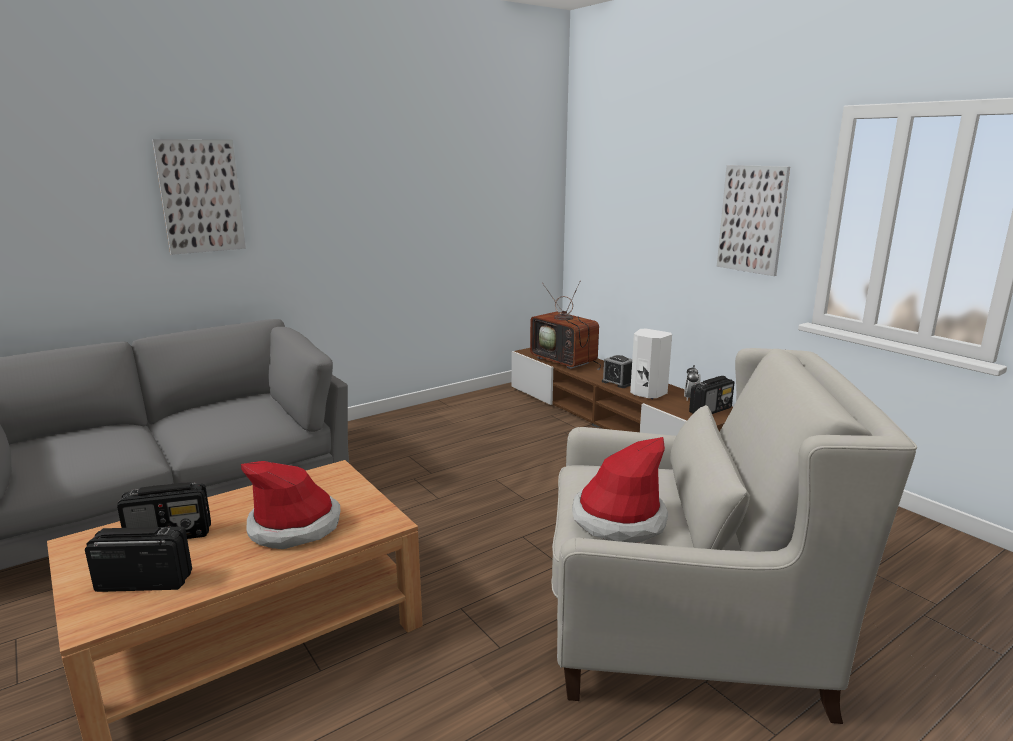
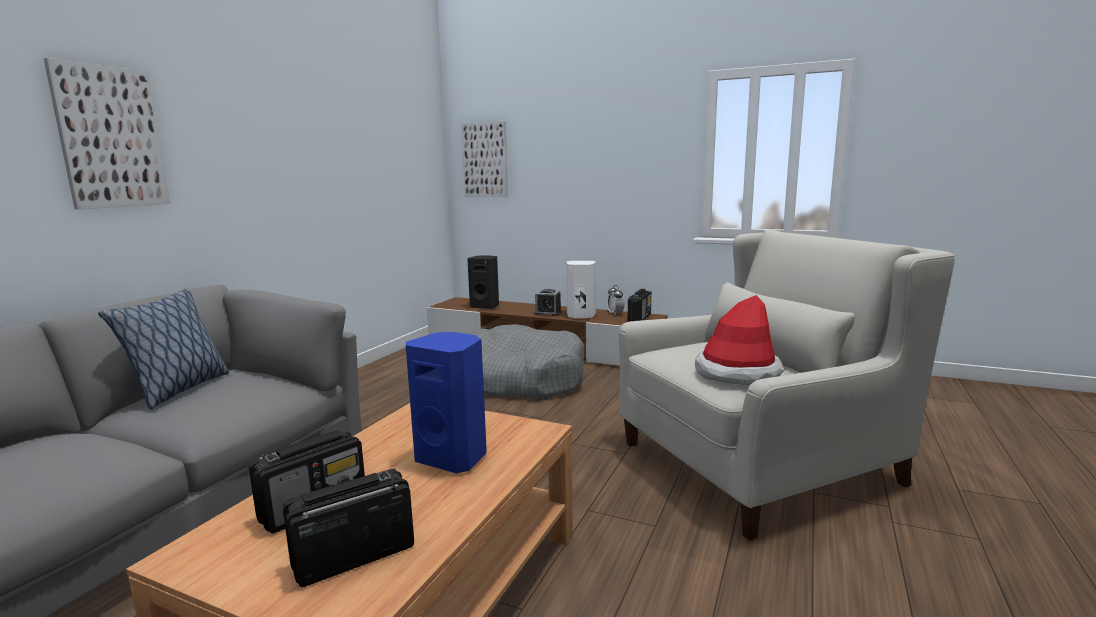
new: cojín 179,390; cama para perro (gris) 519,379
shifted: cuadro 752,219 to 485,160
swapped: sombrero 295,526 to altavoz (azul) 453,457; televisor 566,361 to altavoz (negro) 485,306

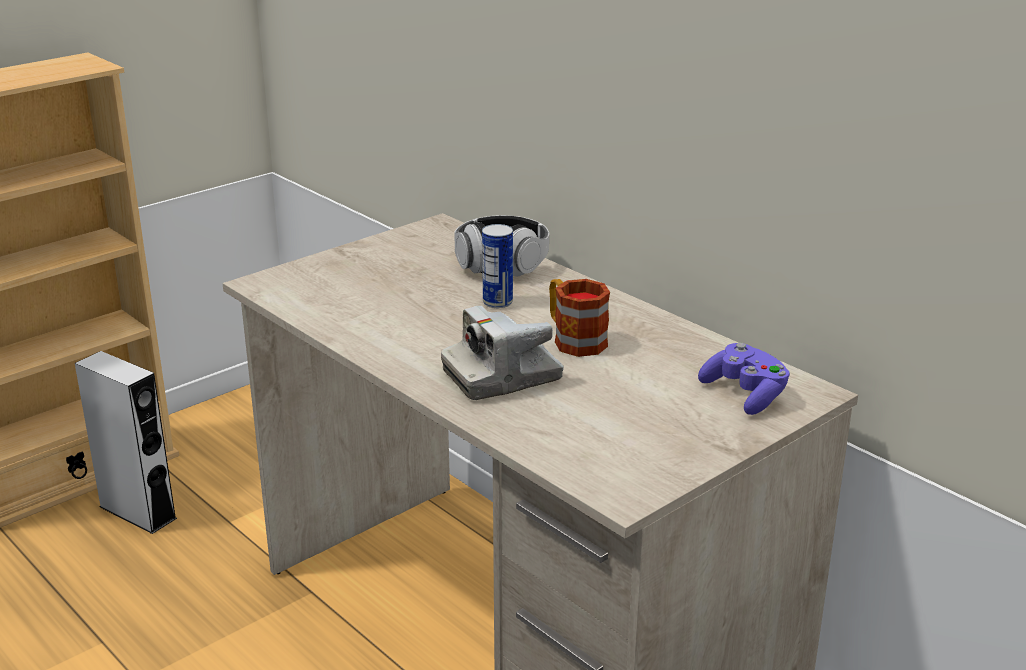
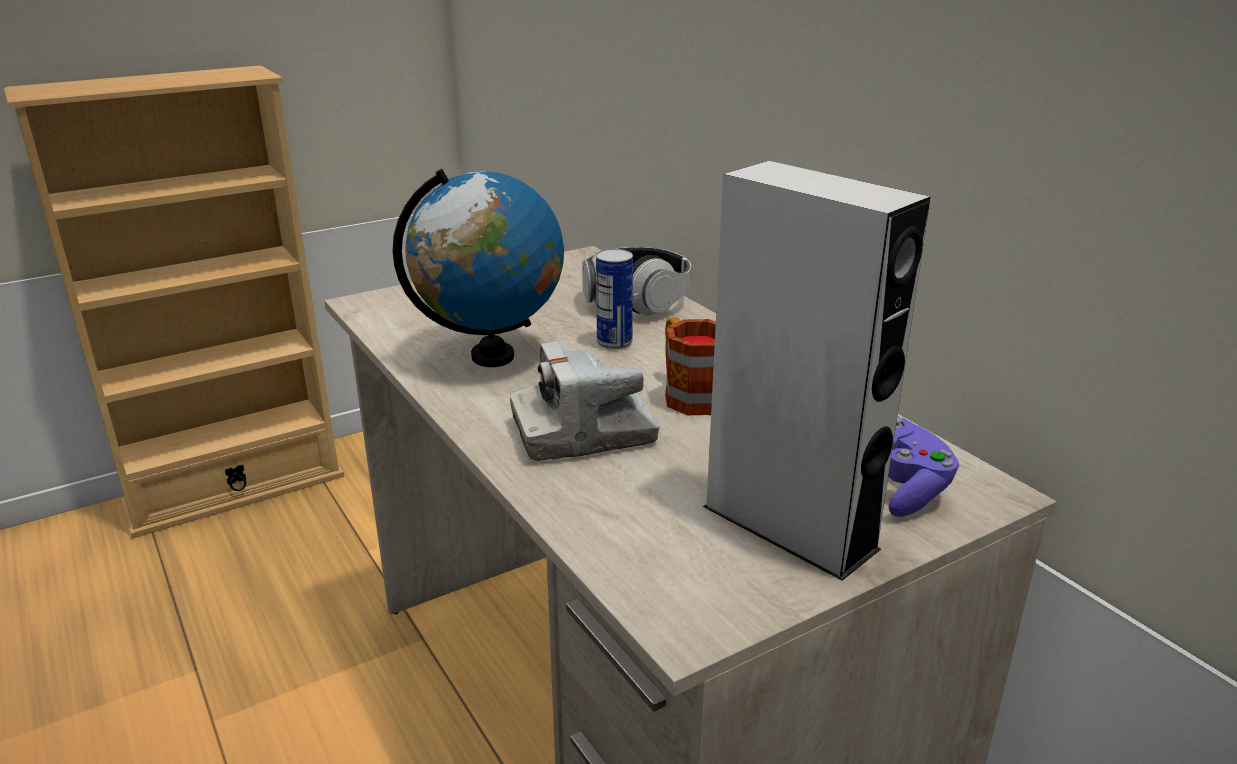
new: globo terráqueo 492,356
shifted: altavoz (gris) 138,512 to 789,527

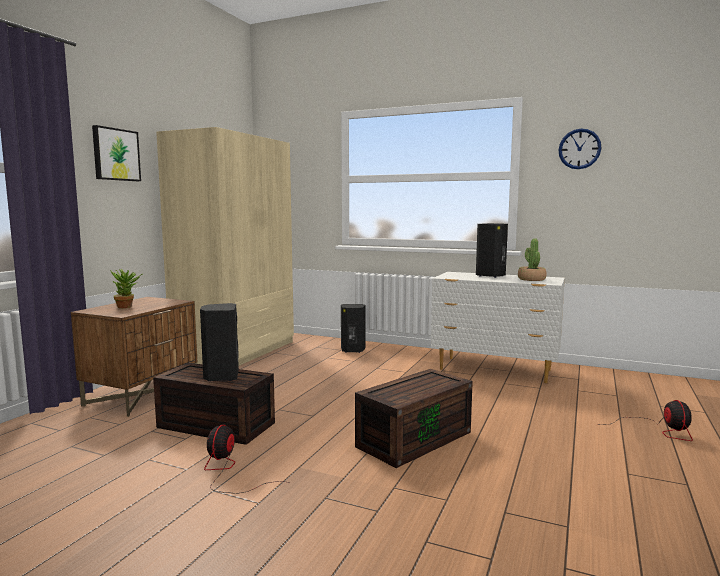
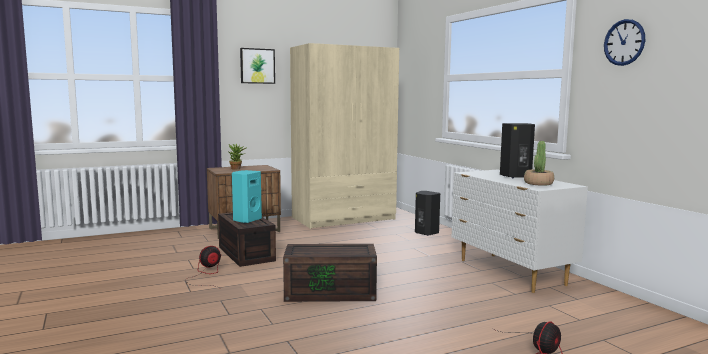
repainted: altavoz (negro) 221,376 to altavoz (turquesa) 246,220

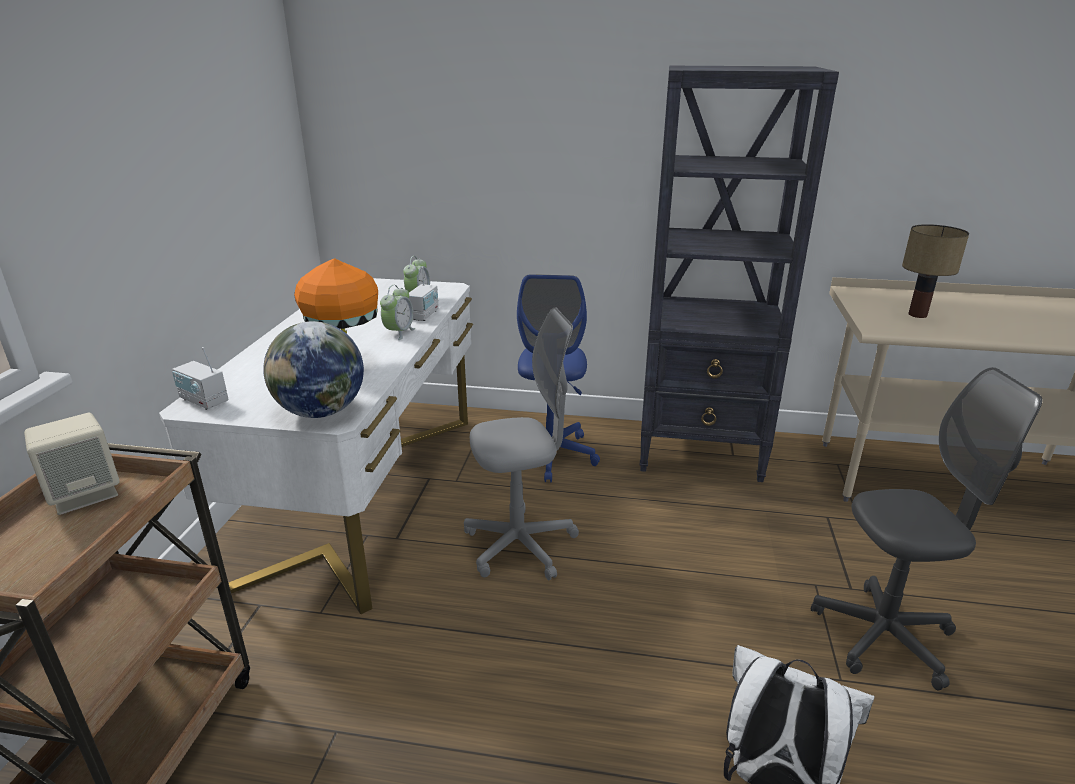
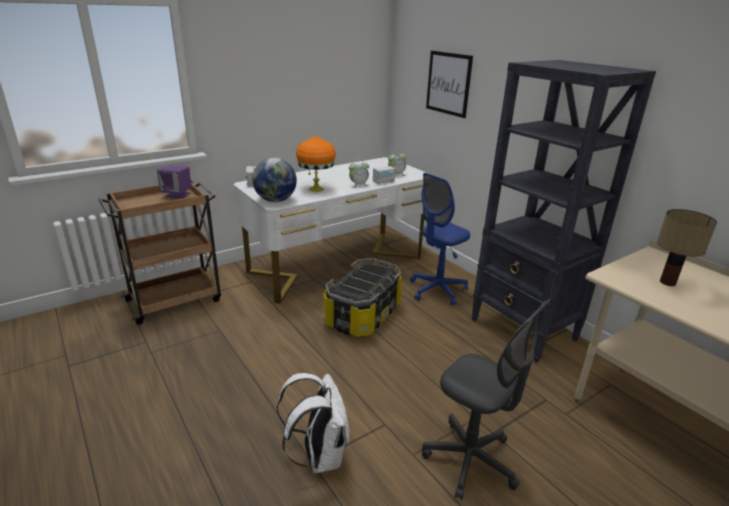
new: cuadro 448,83
swapped: silla de oficina (gris) 520,545 to caja de almacenaje 363,315
repainted: altavoz (beis) 85,494 to altavoz (morado) 177,195

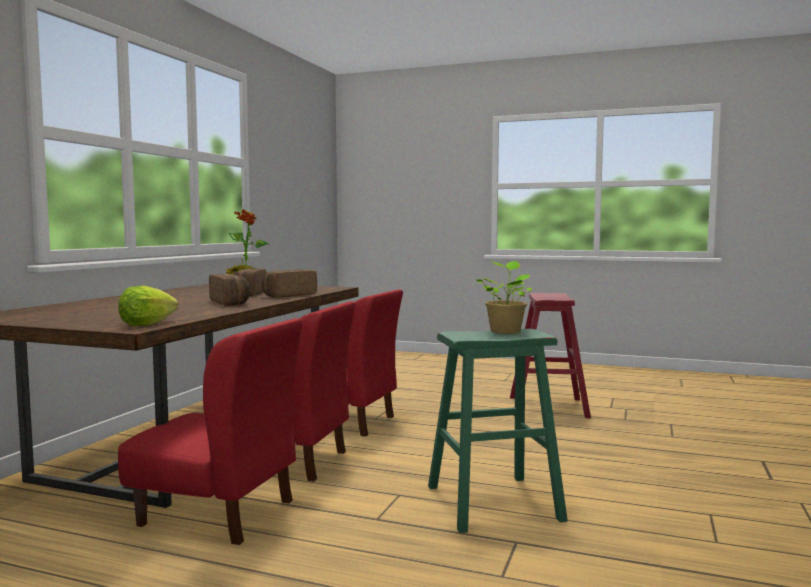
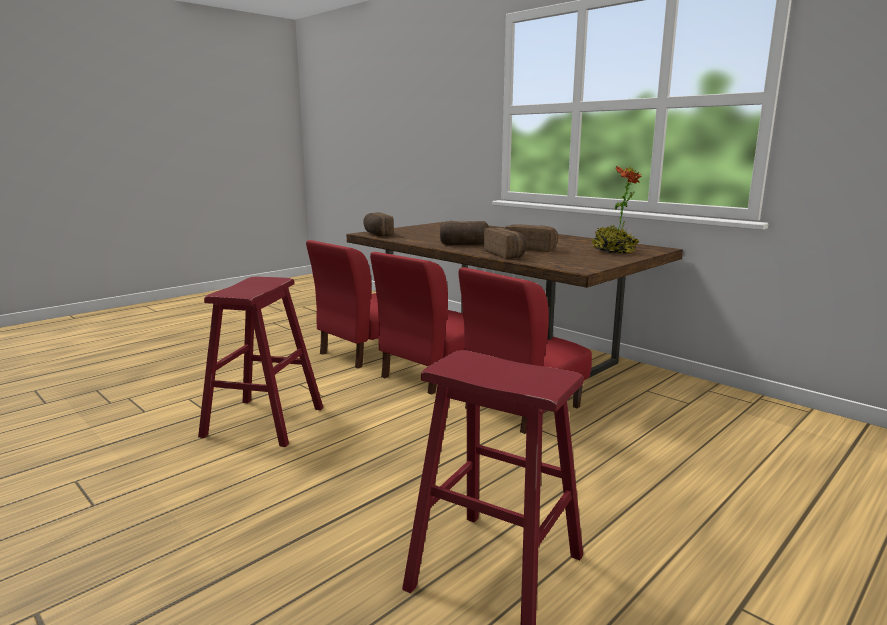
gone: planta en maceta 505,331
swapped: lechuga 147,324 to pan 377,234
repainted: taburete (verde) 493,503 to taburete (rojo) 264,421

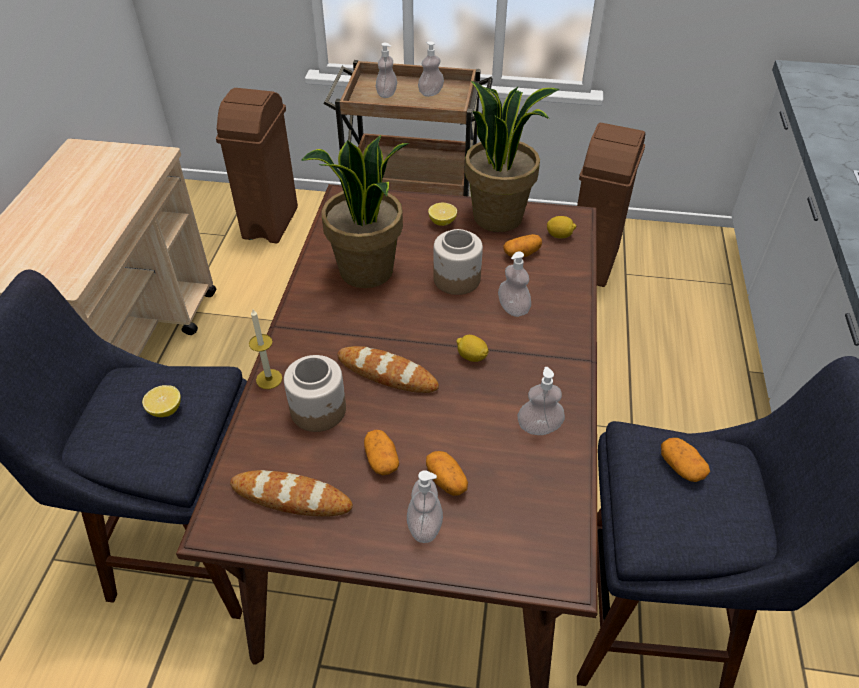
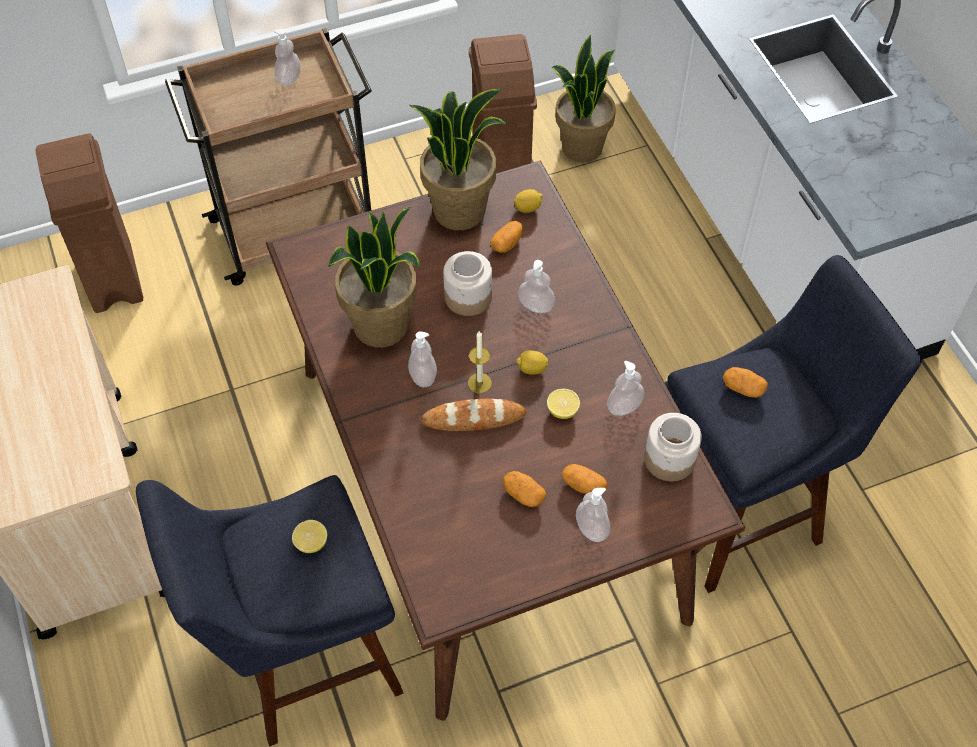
gone: pan 291,497
new: planta en maceta 581,147
shifted: dispensador de jabón 386,94 to 423,375; vela 269,379 to 479,383; limón 442,222 to 562,410; tarro 319,410 to 670,459

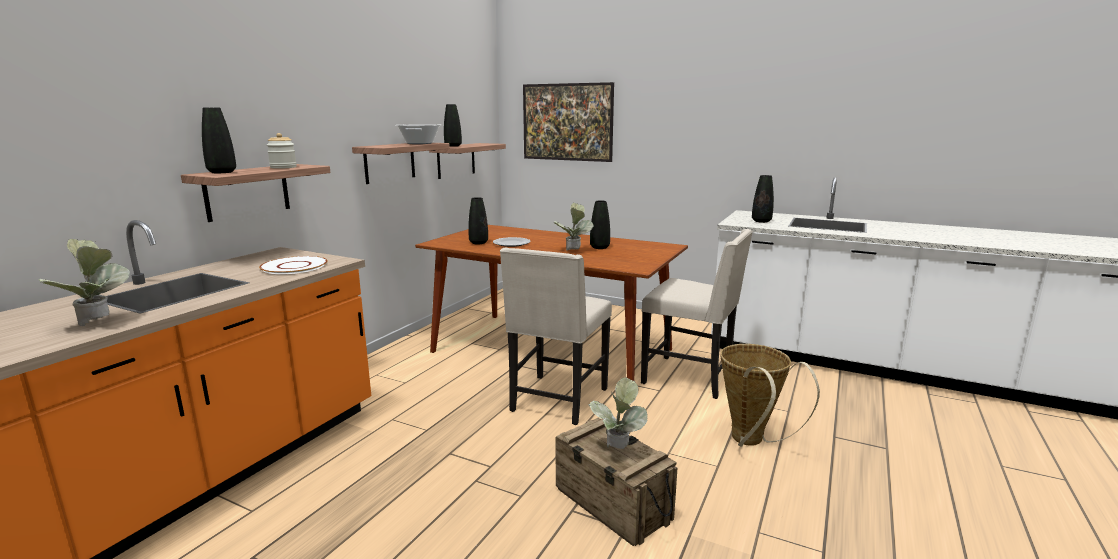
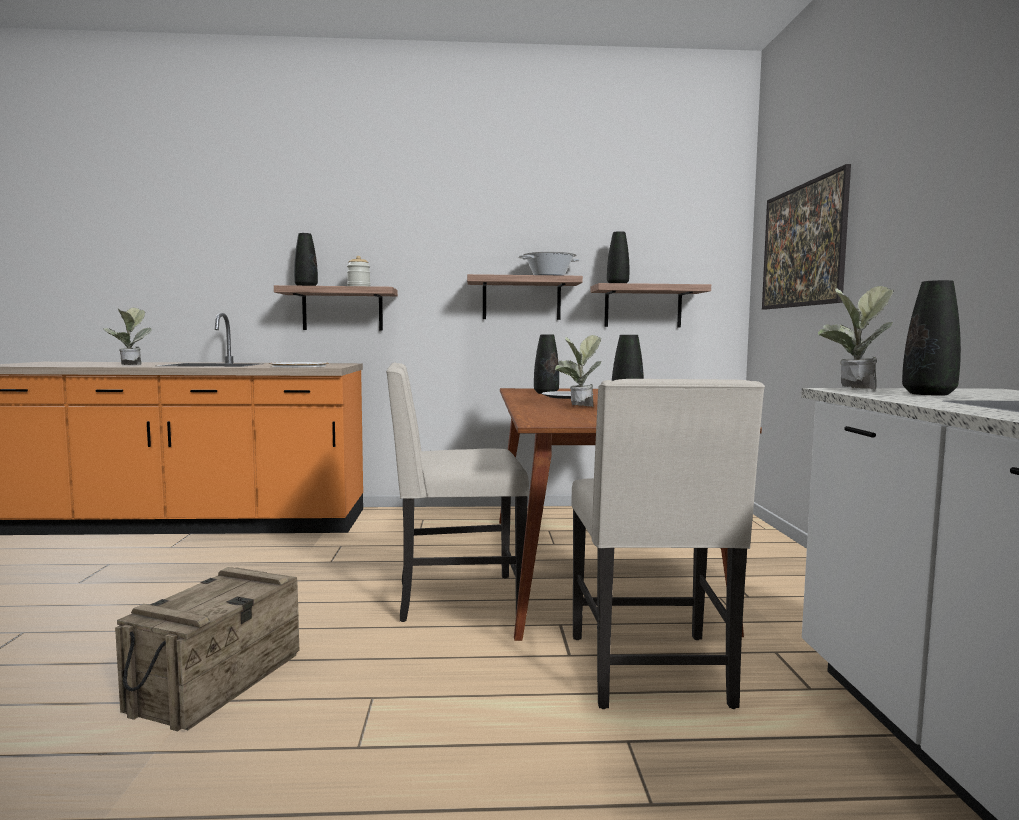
gone: cesta 751,442
shifted: planta en maceta 617,451 to 851,389

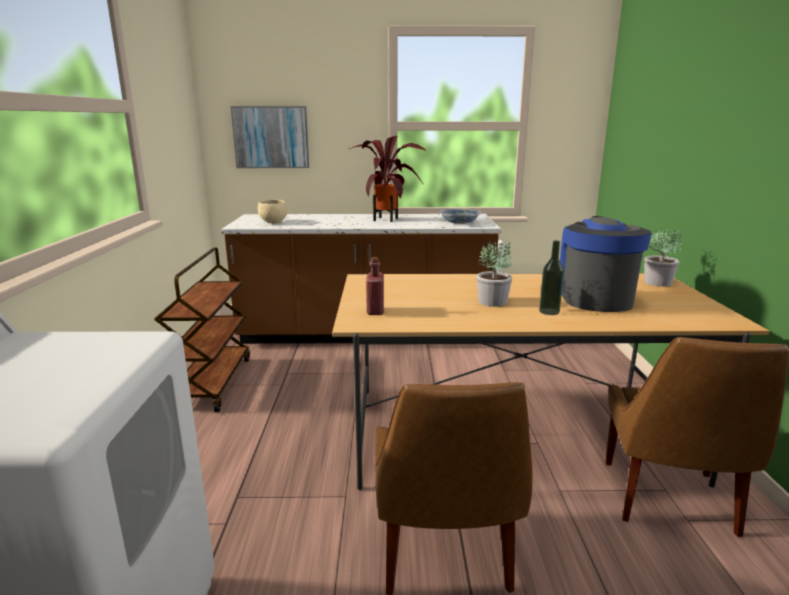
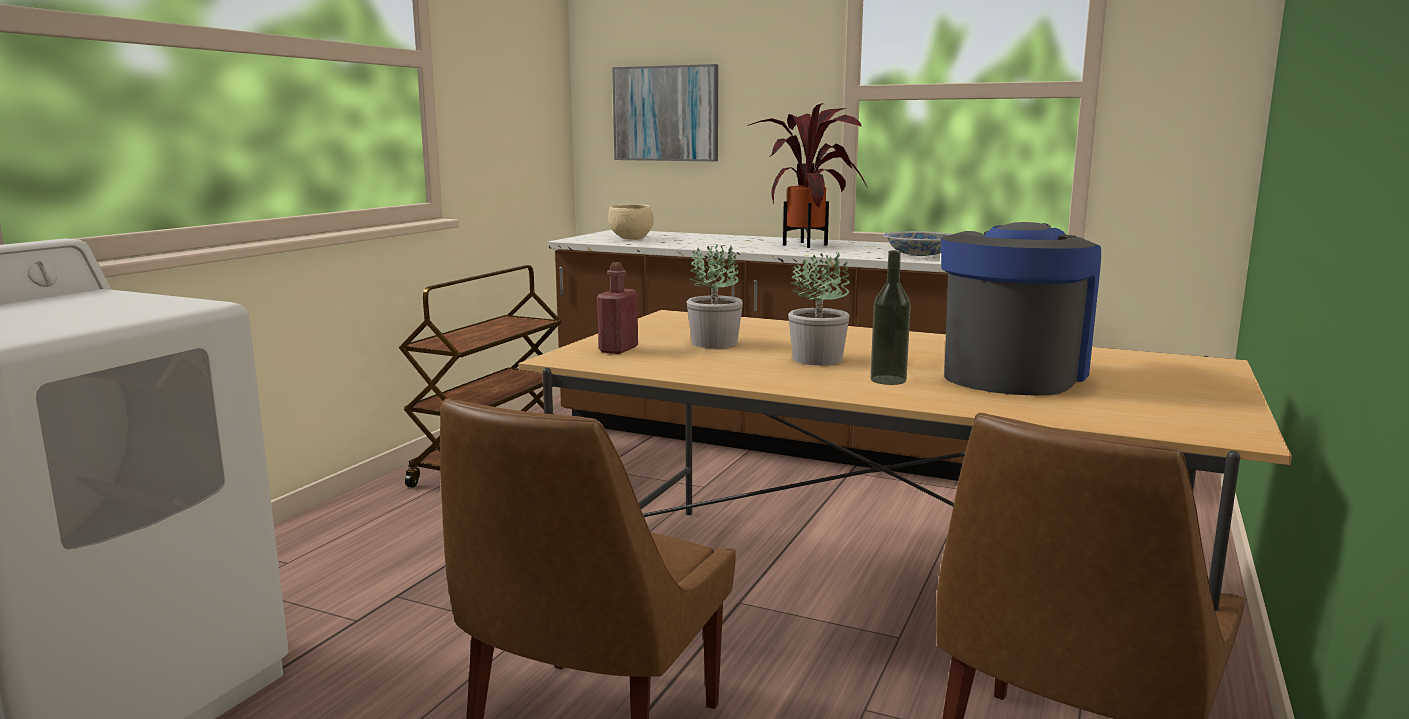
shifted: planta en maceta 658,282 to 715,343

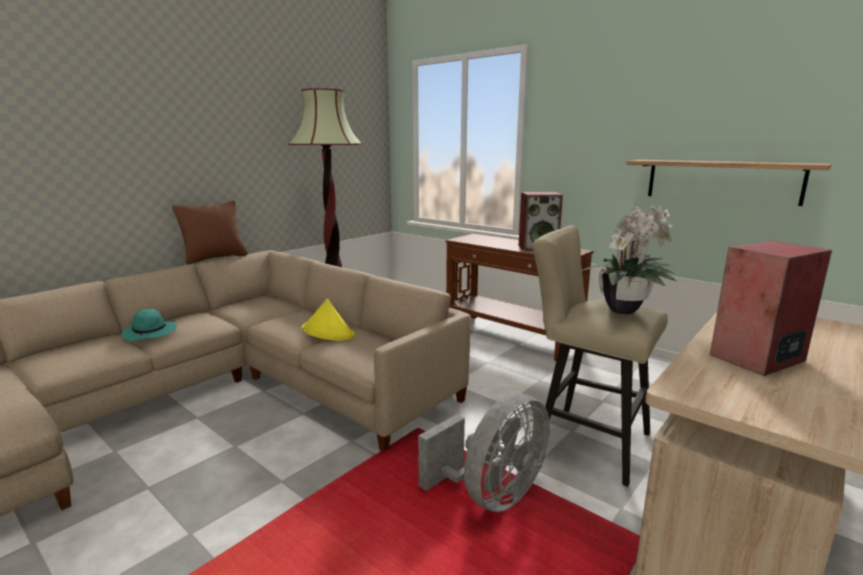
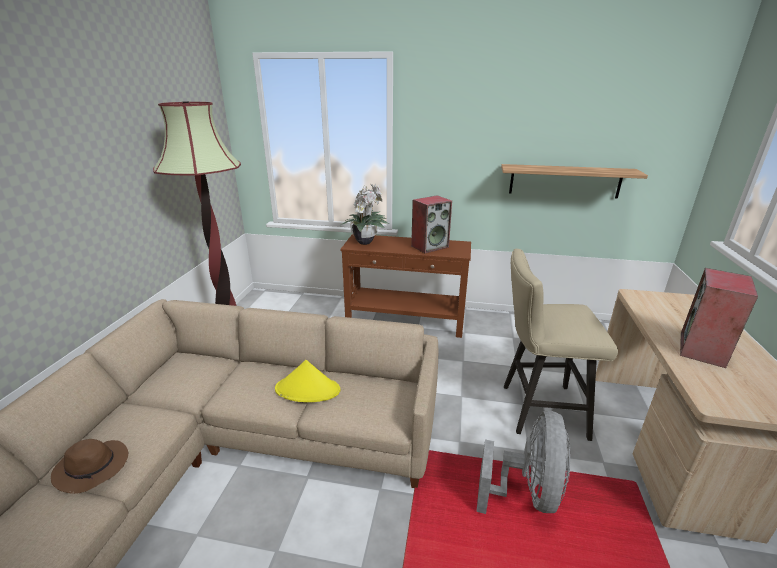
gone: cojín (marrón) 215,258
shifted: planta en maceta 625,310 to 366,242
repainted: sombrero (turquesa) 151,333 to sombrero (marrón) 93,468

